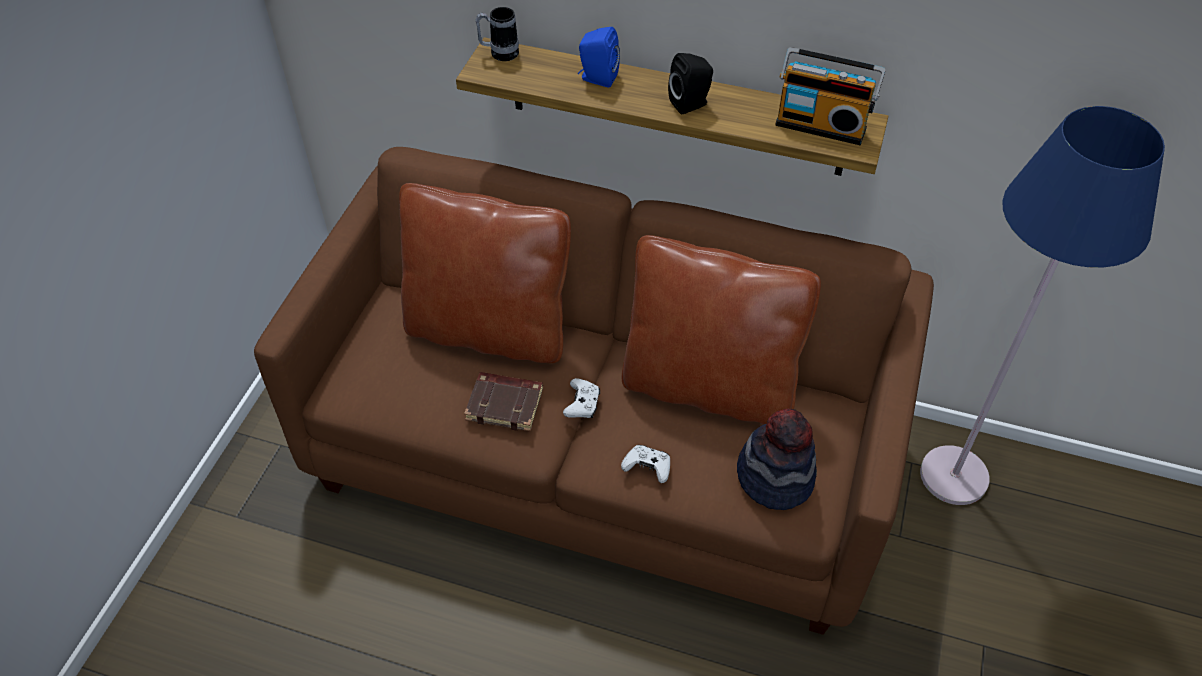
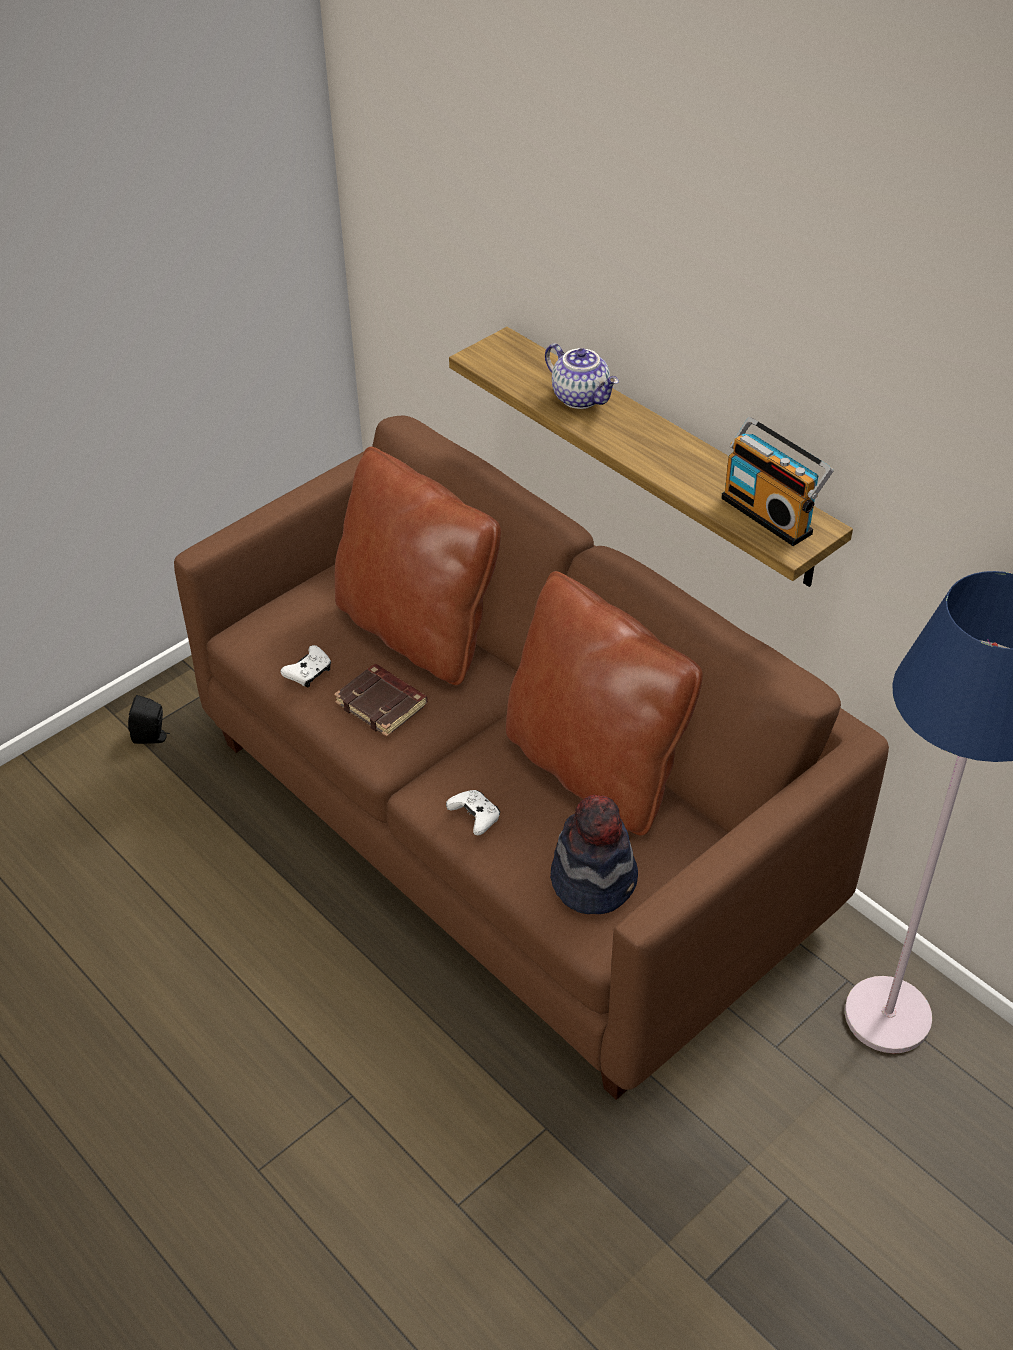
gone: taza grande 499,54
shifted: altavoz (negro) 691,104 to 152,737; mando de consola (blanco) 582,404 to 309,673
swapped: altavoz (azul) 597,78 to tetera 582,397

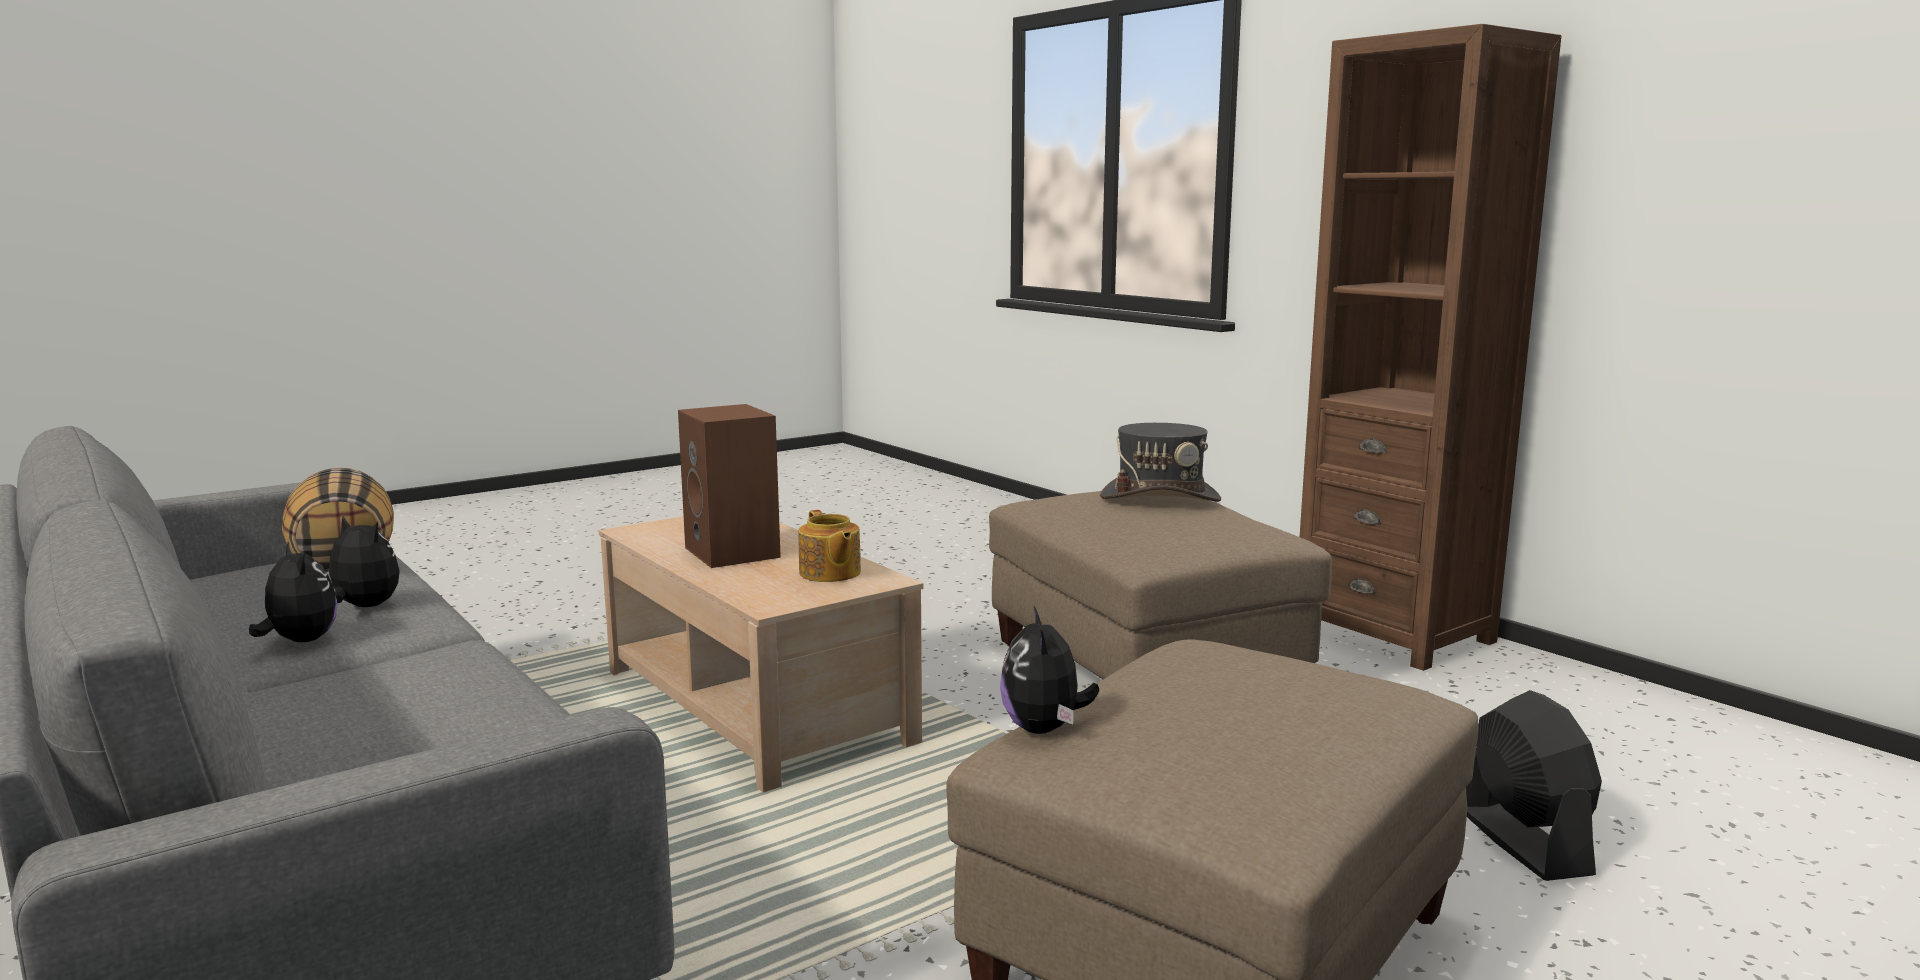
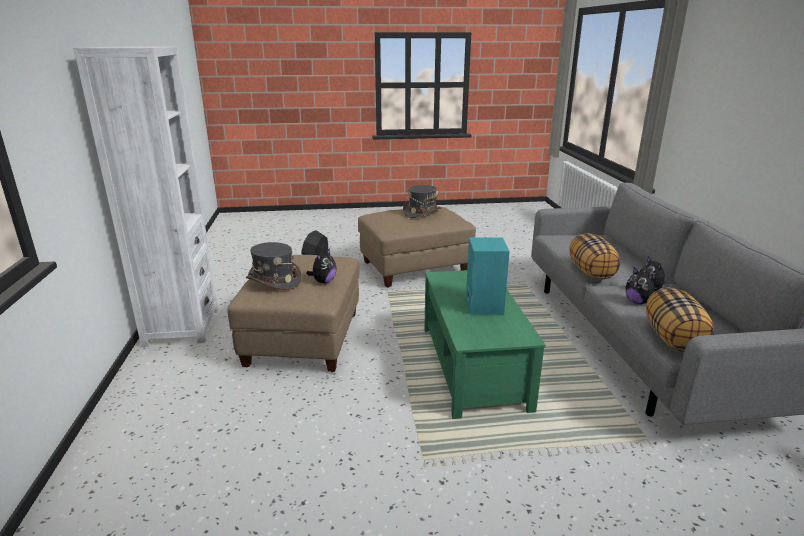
gone: tetera 829,573
new: sombrero (gris) 422,212; cojín 591,272
shifted: peluche 1044,729 to 323,282
repainted: estantería (marrón) 1394,634 to estantería (blanco) 181,327; mesa de centro (beis) 752,706 to mesa de centro (verde) 474,366; altavoz (marrón) 735,553 to altavoz (turquesa) 483,305

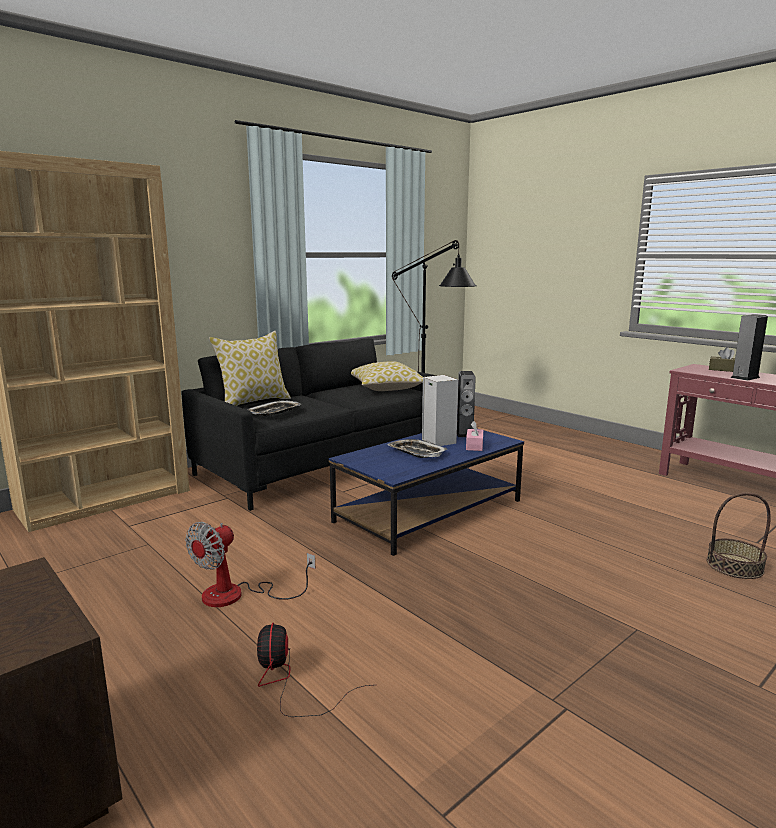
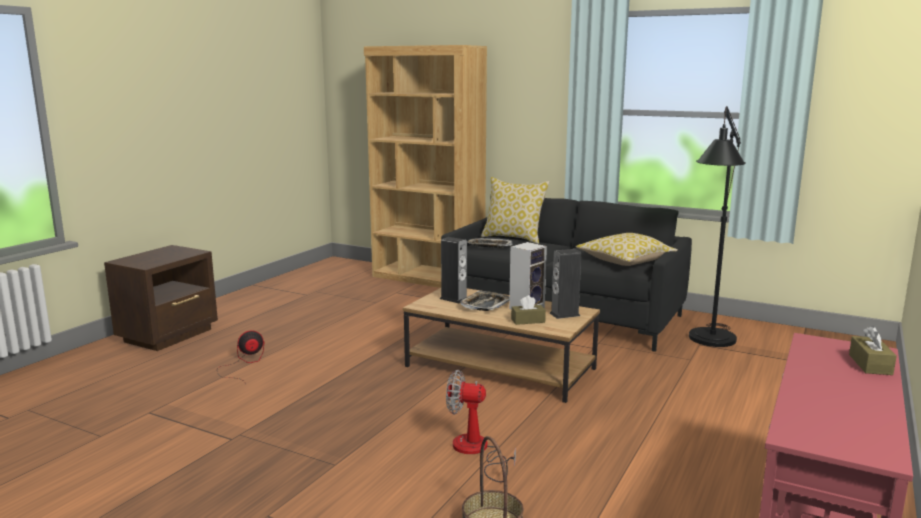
shifted: altavoz 745,377 to 454,299; ventilador 237,595 to 476,451
repainted: mesa de centro (azul) 428,510 to mesa de centro (marrón) 500,367; caja de pañuelos (rosa) 474,446 to caja de pañuelos (marrón) 528,321

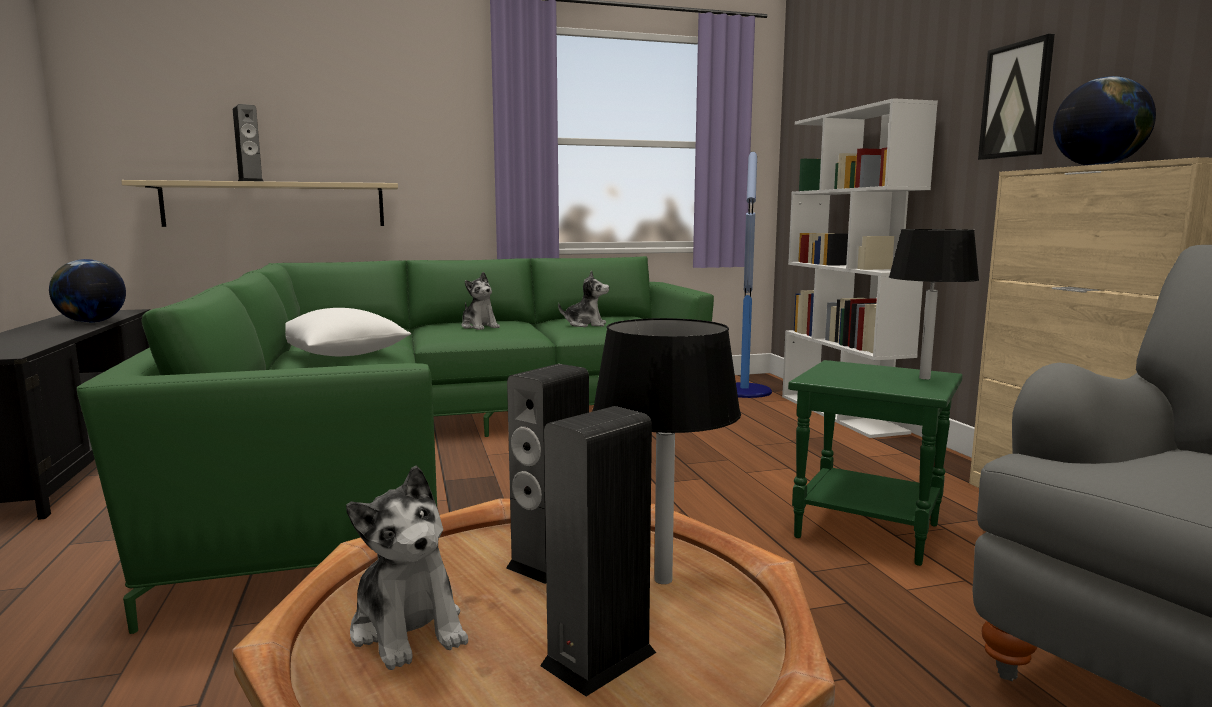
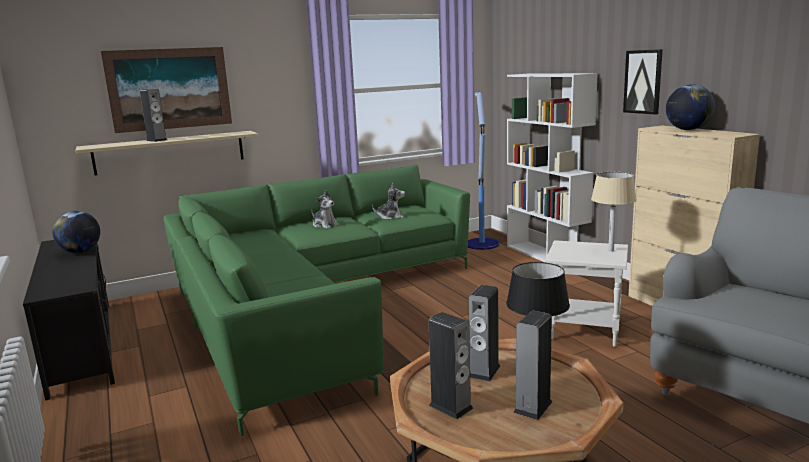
gone: cojín (blanco) 341,355
new: cuadro 169,89
swapped: peluche 409,628 to altavoz 451,406
repainted: mesa auxiliar (verde) 869,530 to mesa auxiliar (blanco) 585,330; lámpara de mesa (negro) 924,378 to lámpara de mesa (beis) 611,250

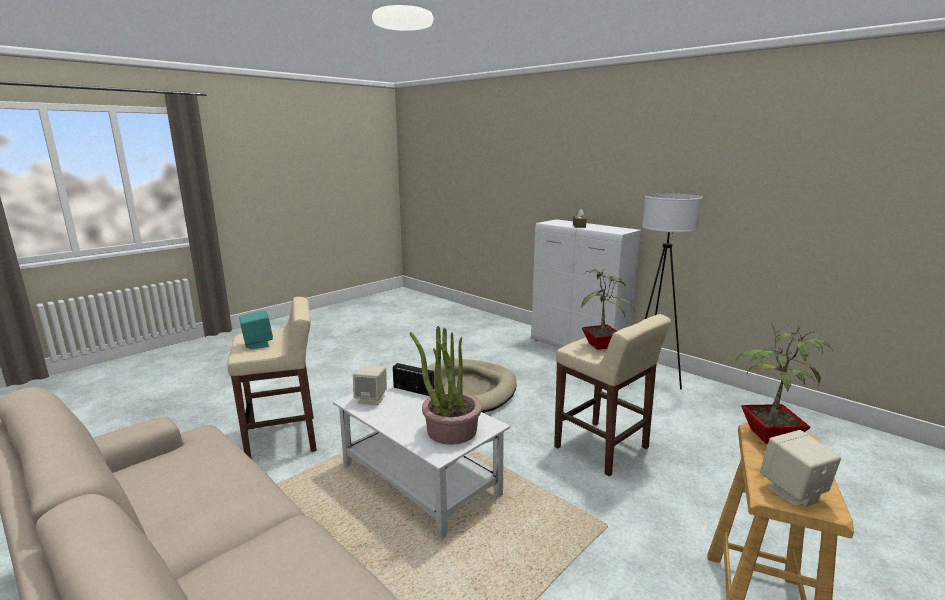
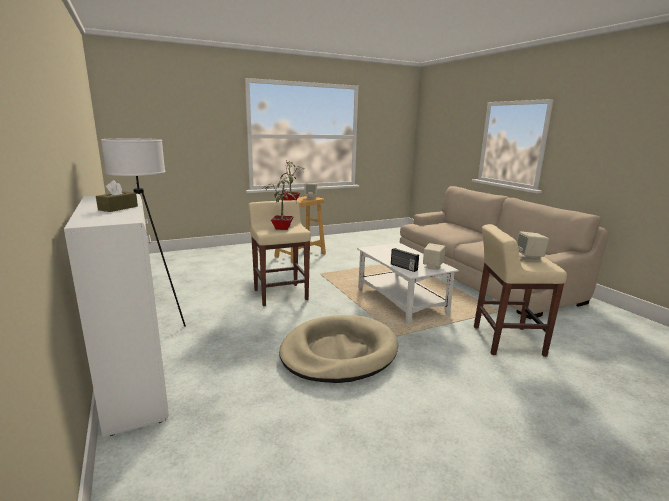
gone: planta en maceta 451,430
repainted: altavoz (turquesa) 257,344 to altavoz (beis) 529,258

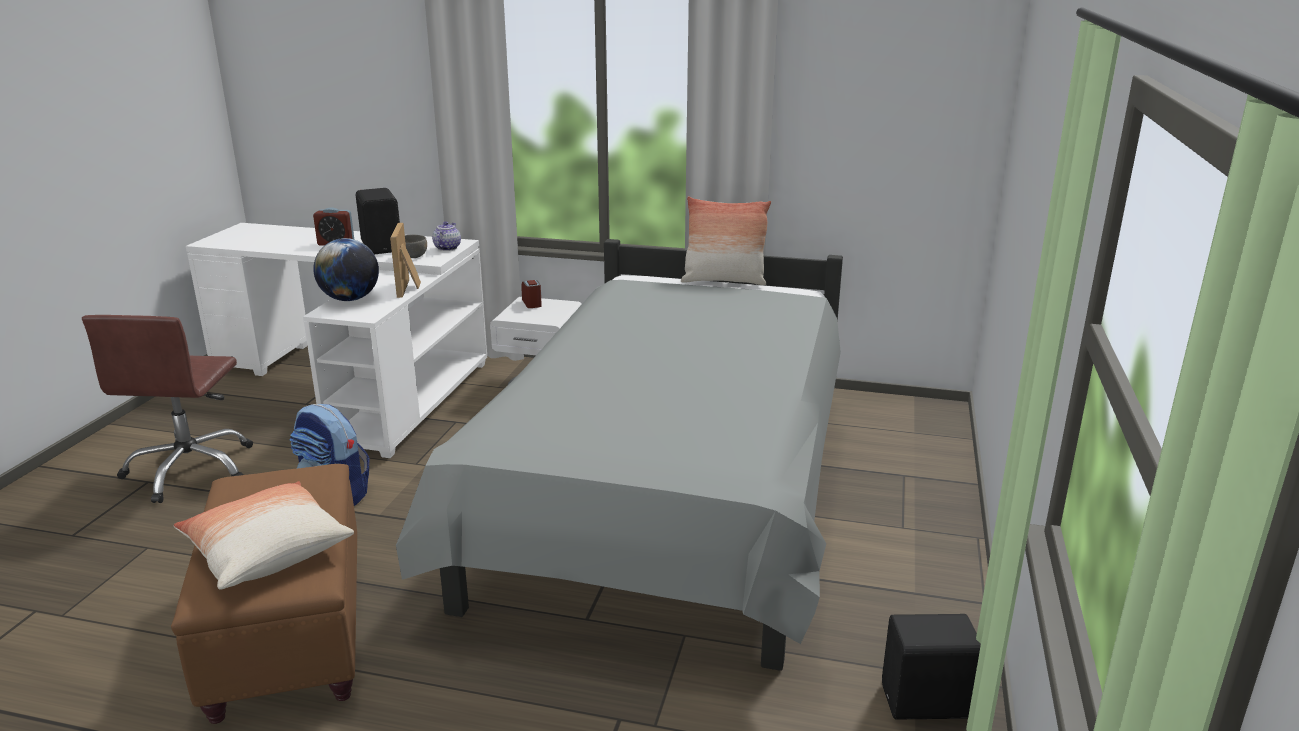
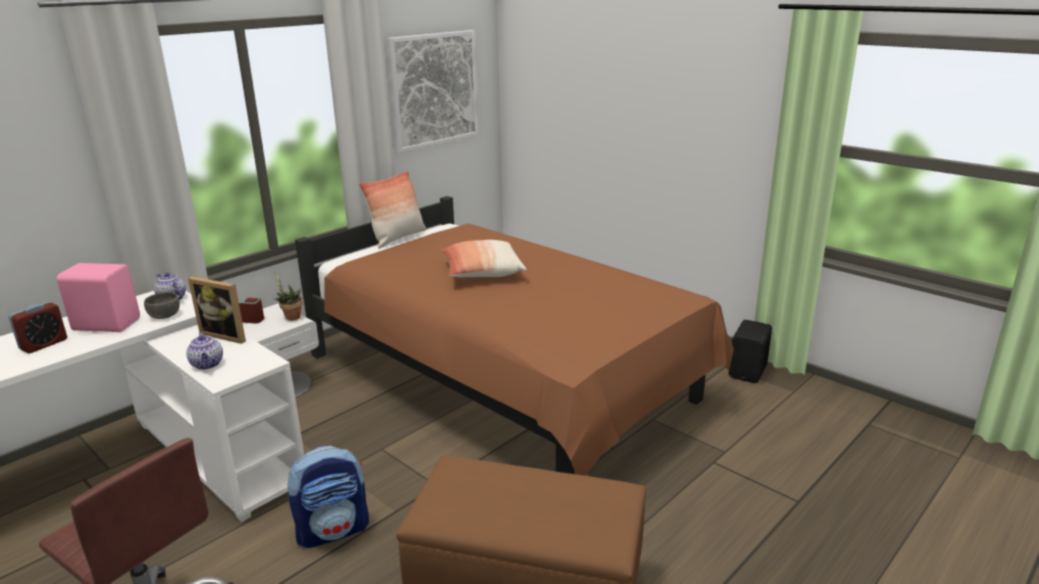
new: planta en maceta 291,317; cuadro 434,89
shifted: cojín 266,552 to 482,273
swapped: globo terráqueo 350,299 to tetera 207,364
repainted: altavoz (negro) 383,247 to altavoz (rosa) 107,324; cama (gris) 669,497 to cama (marrón) 506,382

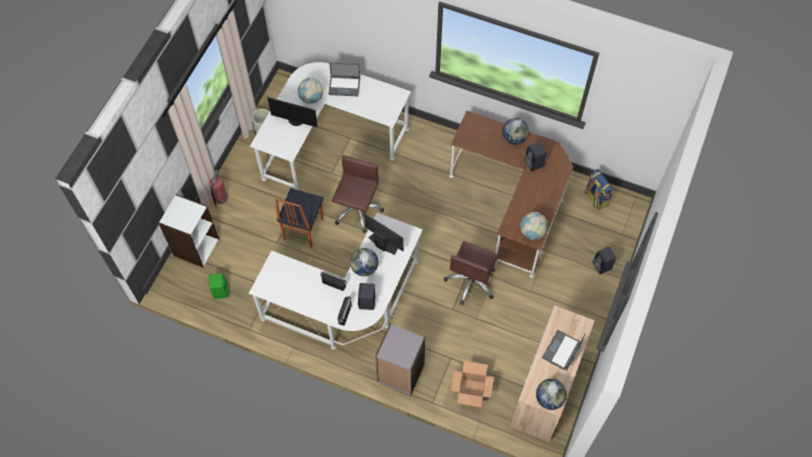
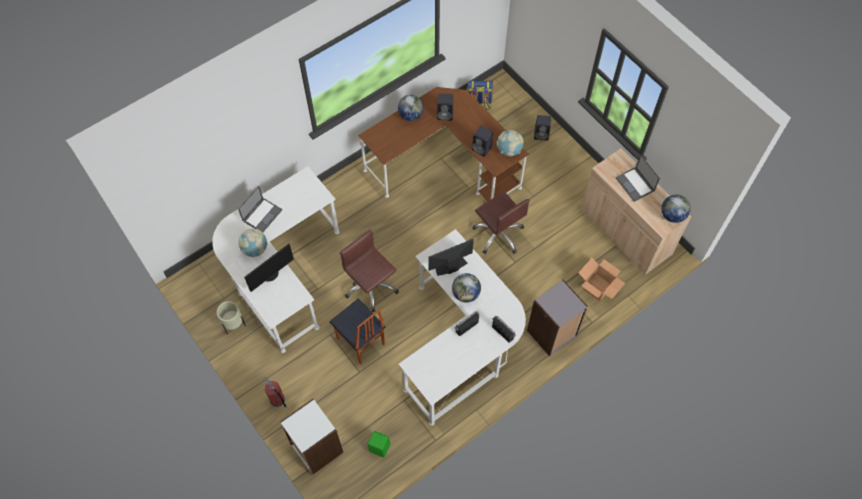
shifted: altavoz (negro) 367,302 to 482,148

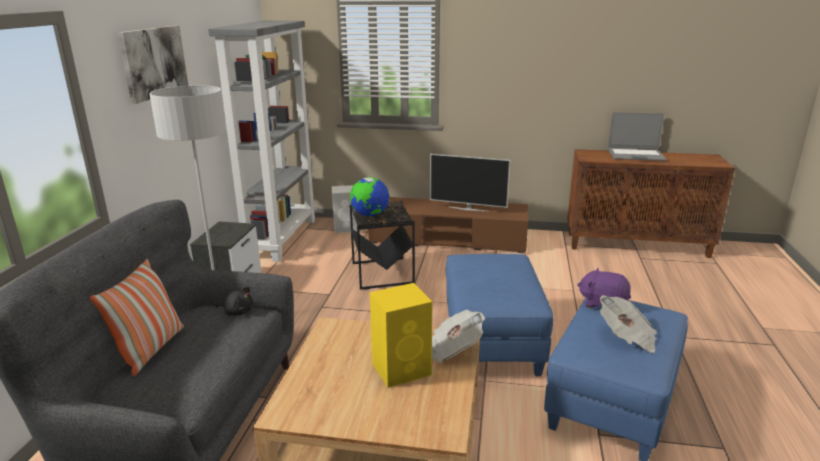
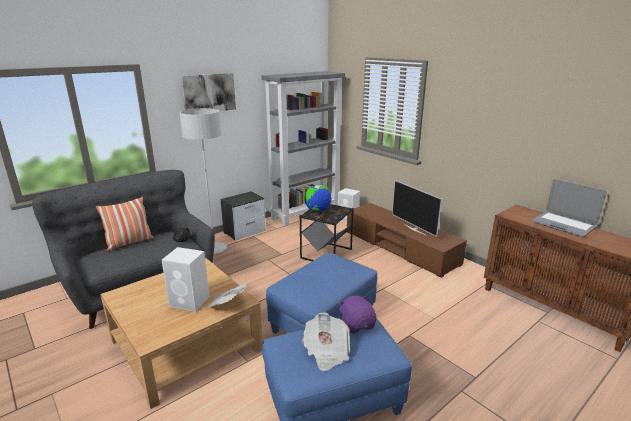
repainted: altavoz (amarillo) 402,369 to altavoz (blanco) 190,301

